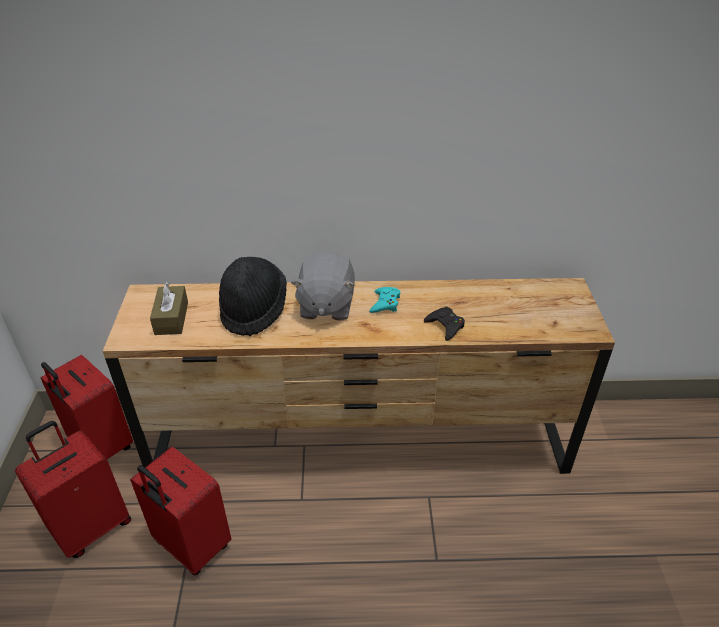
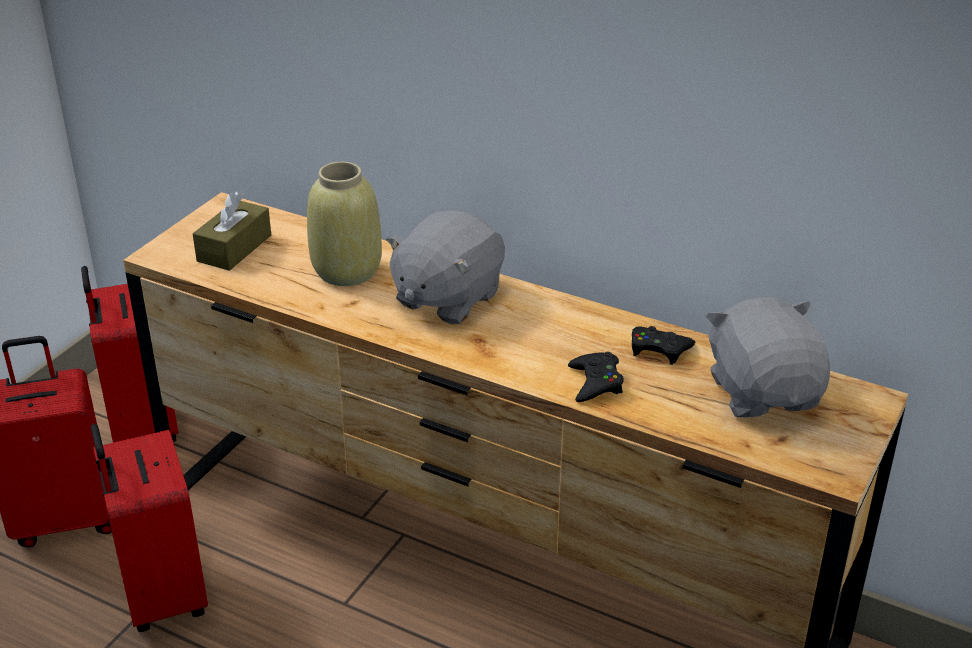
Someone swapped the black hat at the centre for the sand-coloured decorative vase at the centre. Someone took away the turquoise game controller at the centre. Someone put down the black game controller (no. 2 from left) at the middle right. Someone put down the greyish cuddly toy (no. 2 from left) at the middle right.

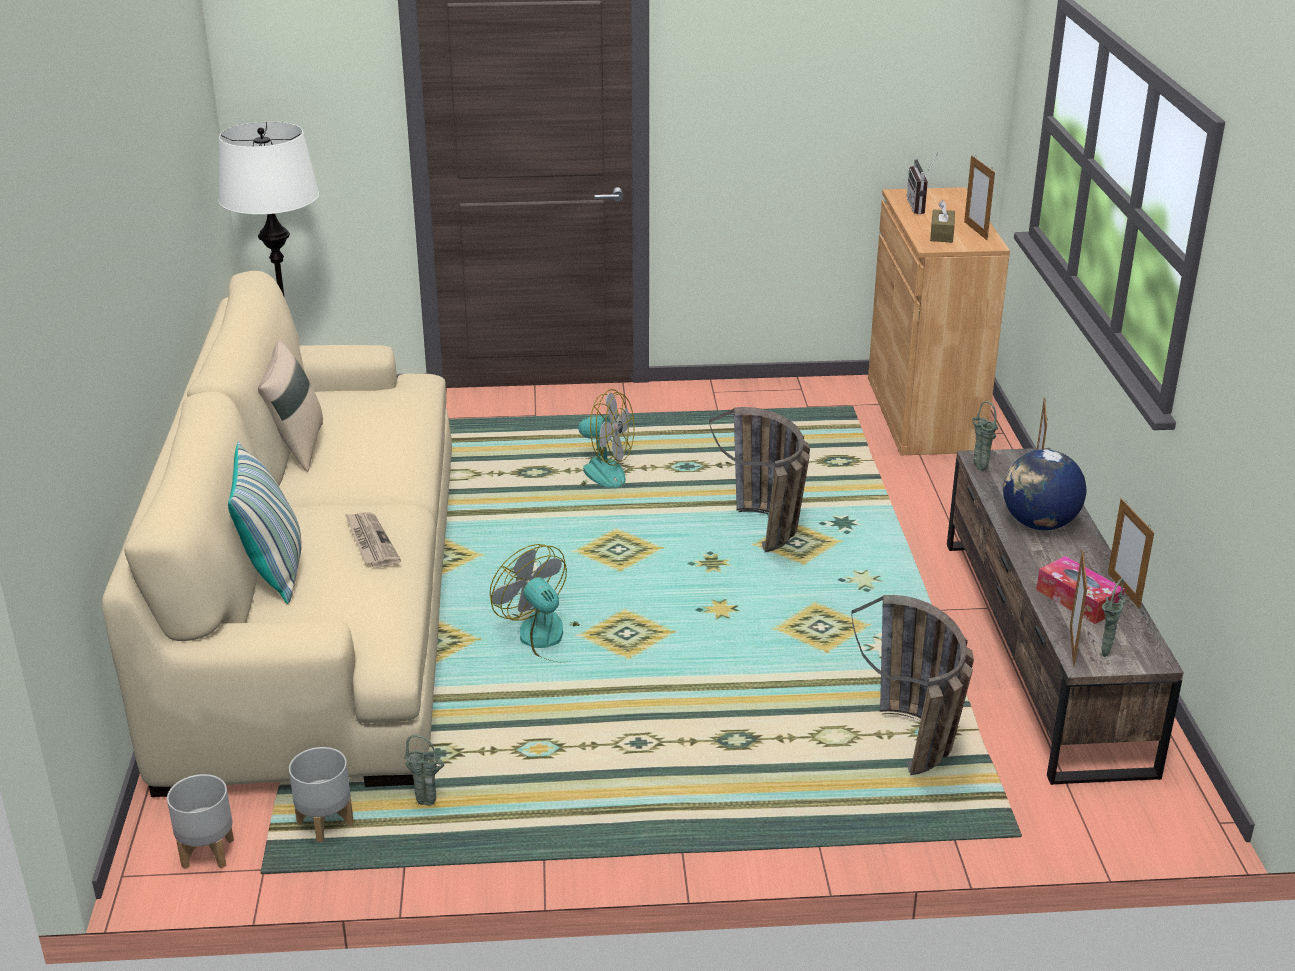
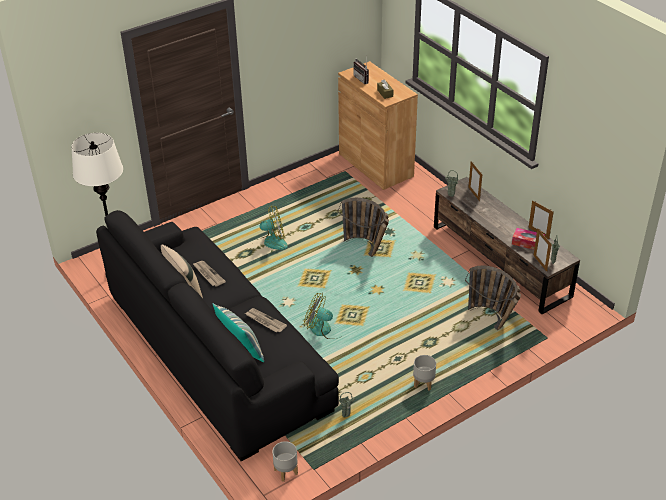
Someone repainted the sand-coloured settee at the middle left, which became the black settee at the bottom left. Someone carried the greyish planter (no. 2 from left) from the bottom left to the bottom centre. Someone took away the photo frame (no. 1 from left) at the top right. Someone took away the globe at the middle right. Someone put down the newspaper (no. 1 from left) at the middle left.

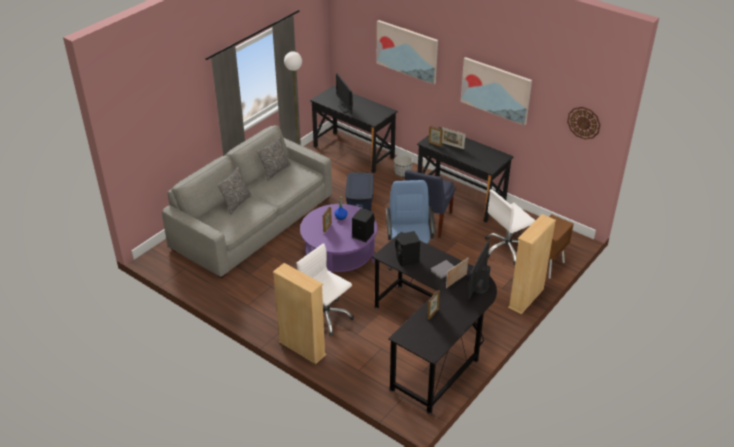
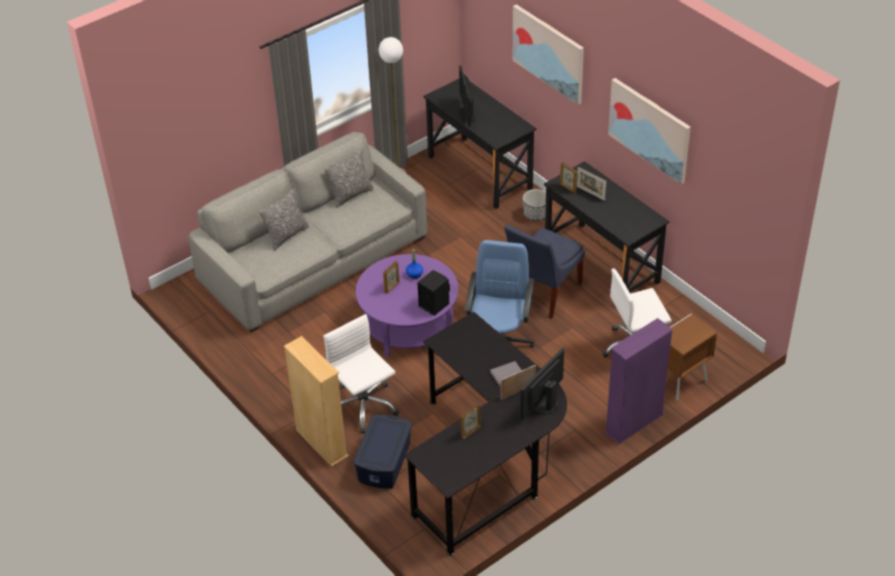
Someone carried the bluish storage container from the centre to the bottom centre. Someone took away the black loudspeaker (no. 2 from left) at the centre. Someone repainted the sand-coloured bookshelf (no. 2 from left) at the middle right, which became the purplish bookshelf at the middle right. Someone took away the hanging clock at the top right.

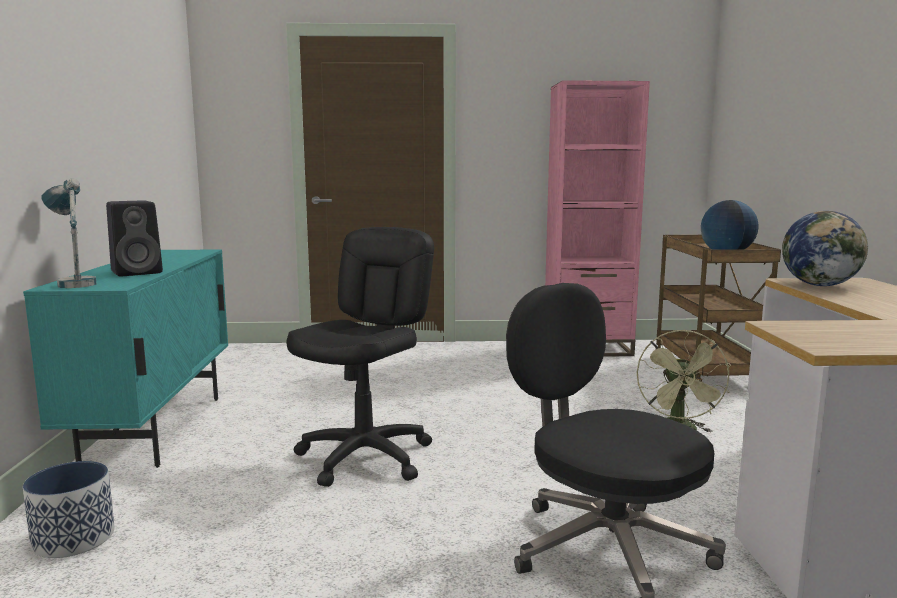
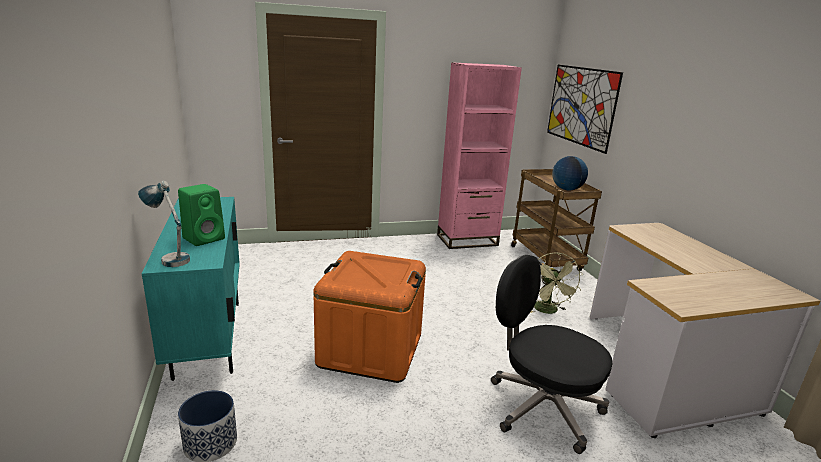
Someone repainted the black loudspeaker at the middle left, which became the greenish loudspeaker at the middle left. Someone swapped the black desk chair (no. 1 from left) at the centre for the orangey storage container at the bottom centre. Someone took away the globe (no. 2 from left) at the middle right. Someone put up the picture at the top right.

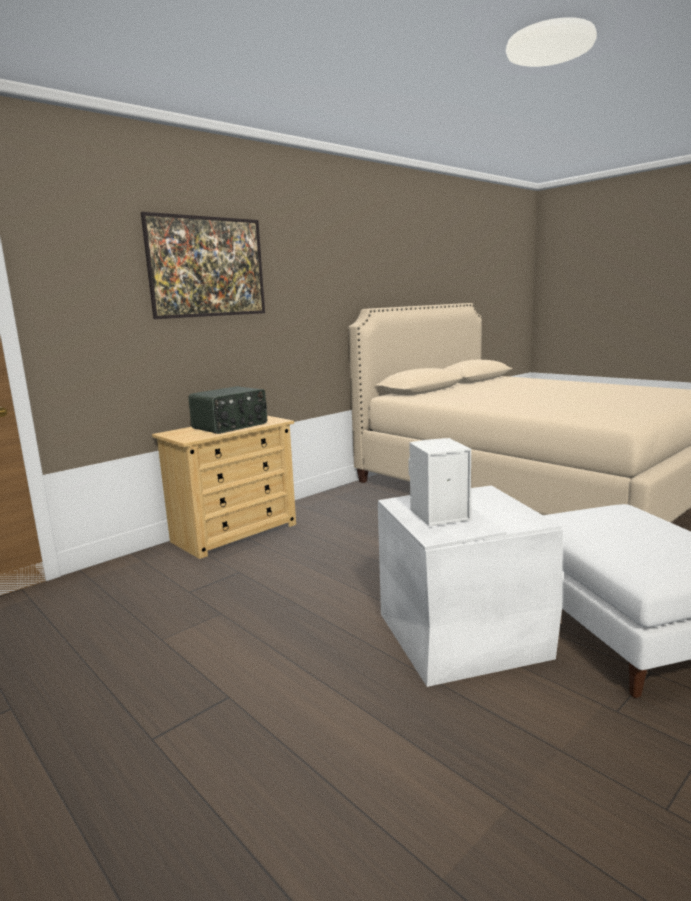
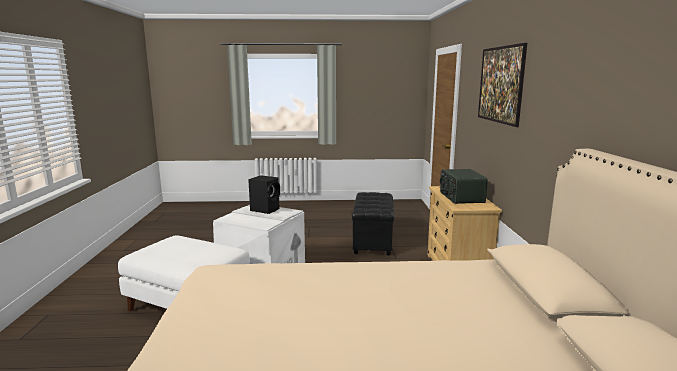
Someone repainted the whitish loudspeaker at the centre, which became the black loudspeaker at the centre. Someone put down the black ottoman at the centre.

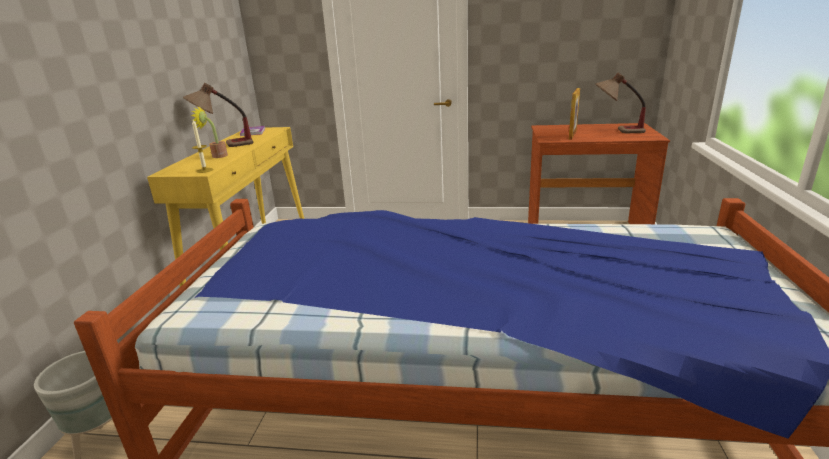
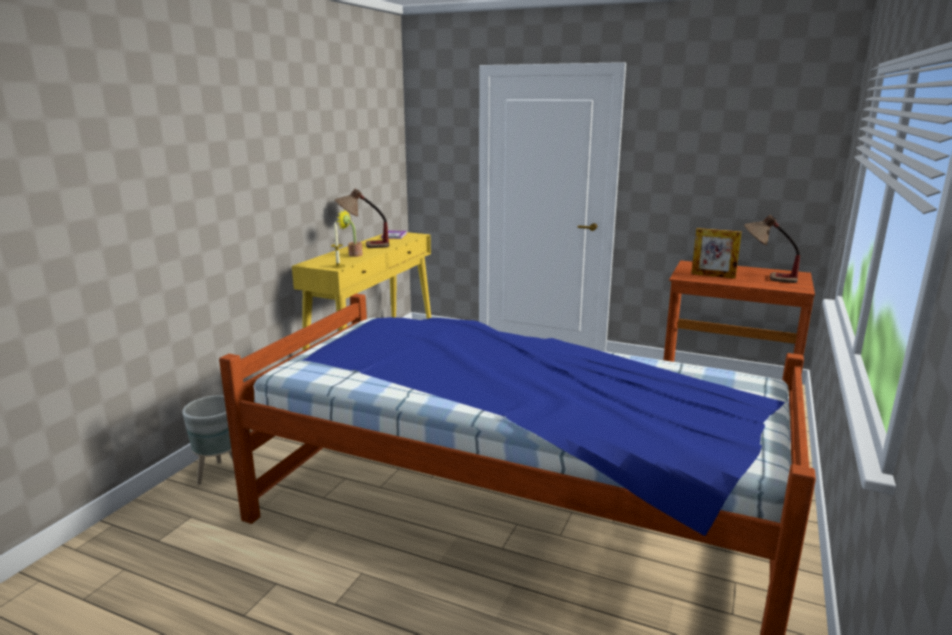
Someone rotated the photo frame at the top right by 75 degrees clockwise.

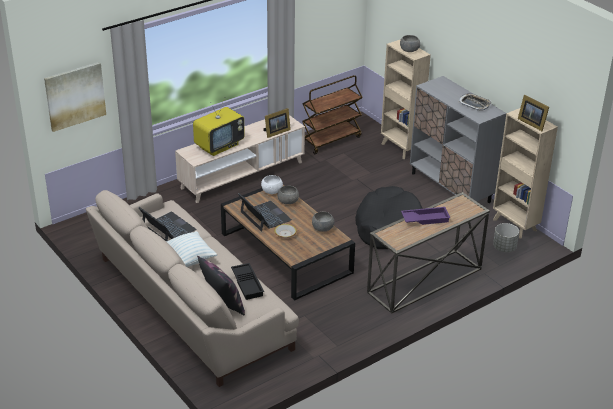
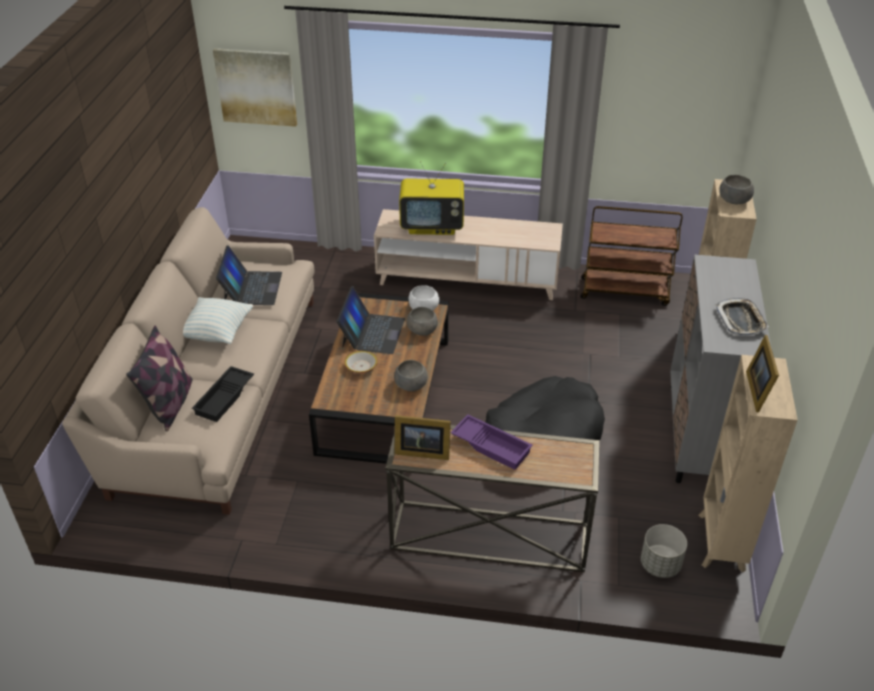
Someone carried the photo frame (no. 1 from left) from the top centre to the centre.

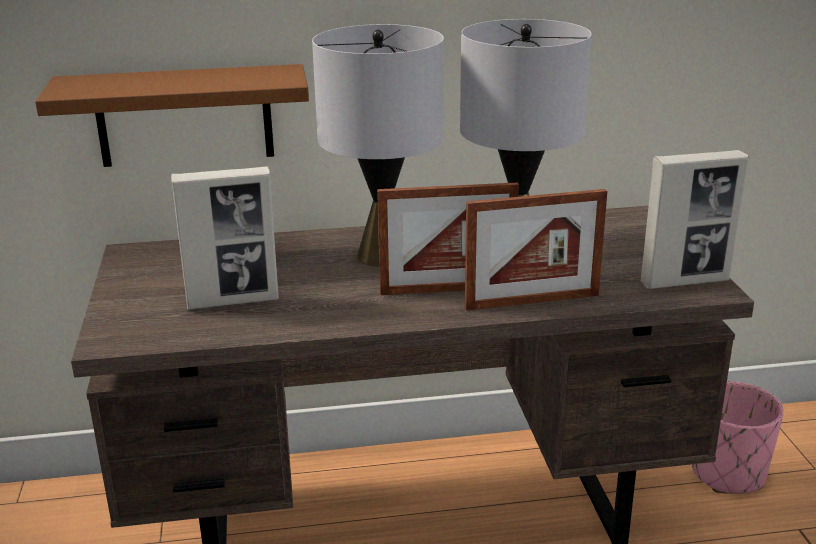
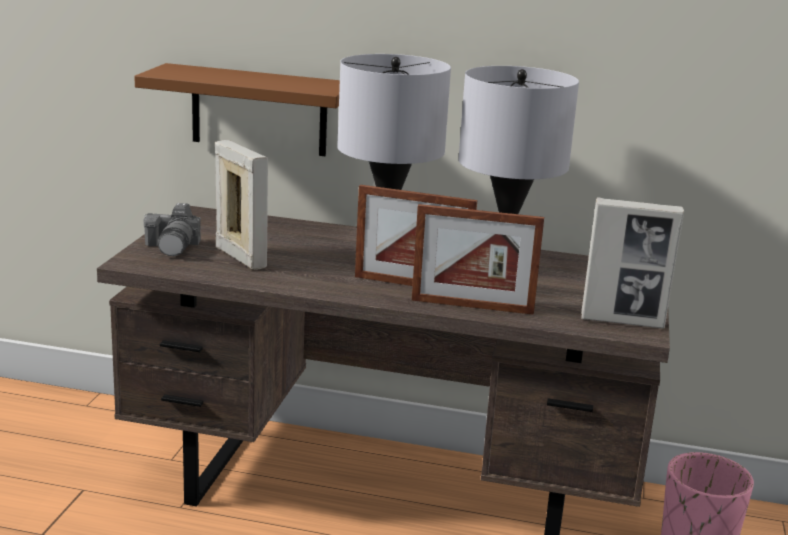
Someone rotated the photo frame (no. 1 from left) at the middle left by 135 degrees counterclockwise. Someone put down the photo camera at the middle left.

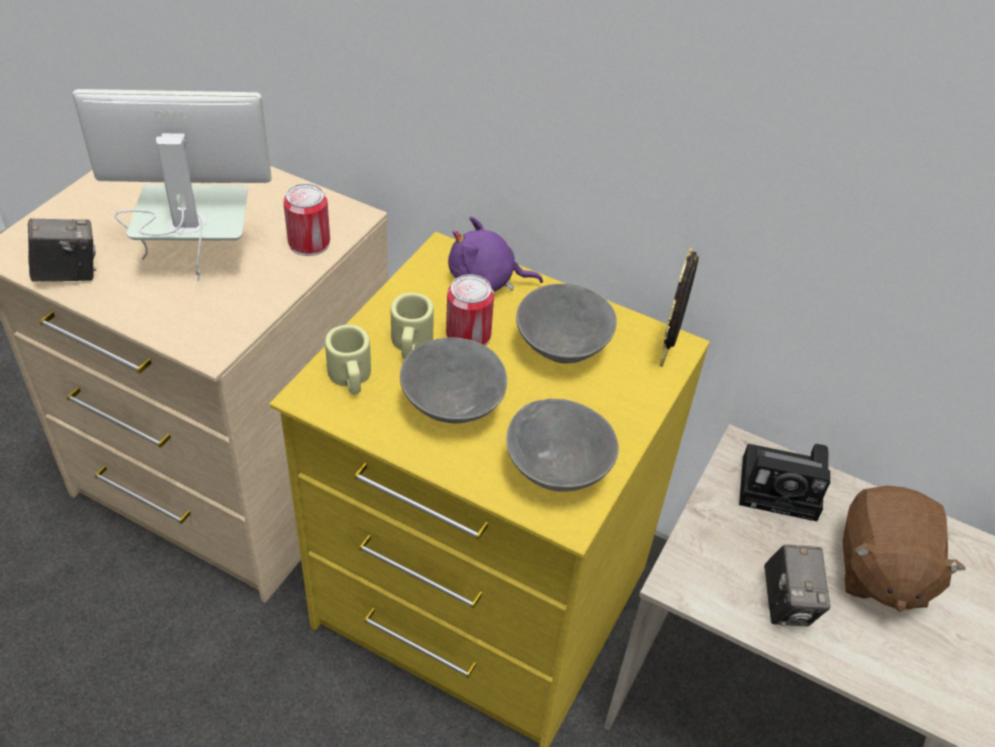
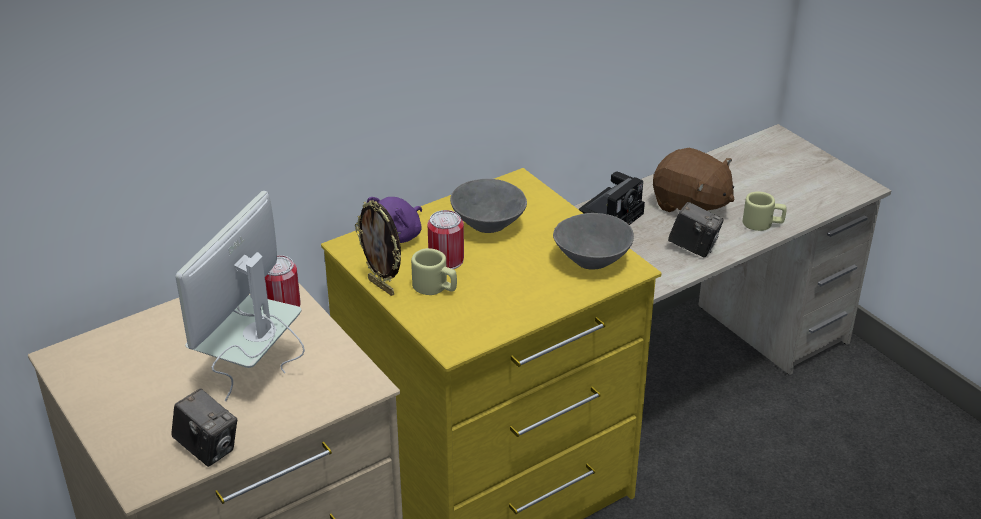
Someone rotated the photo camera (no. 1 from left) at the middle left by 120 degrees clockwise. Someone carried the sand-coloured tea mug (no. 1 from left in the first image) from the centre to the middle right. Someone took away the greyish deep dish (no. 1 from left) at the centre. Someone carried the photo frame from the middle right to the centre.

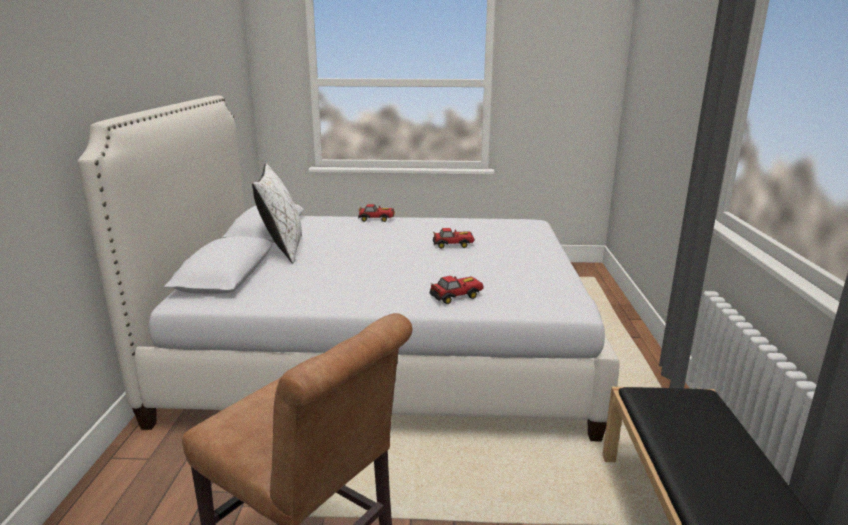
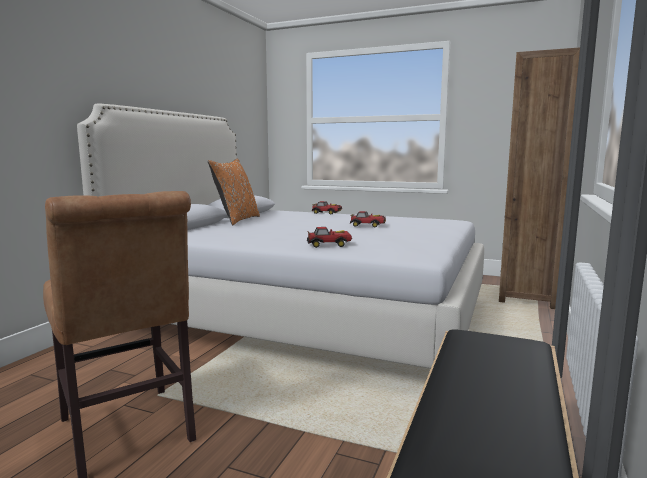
Someone repainted the whitish cushion at the middle left, which became the orangey cushion at the centre. Someone put down the brownish bookshelf at the middle right.

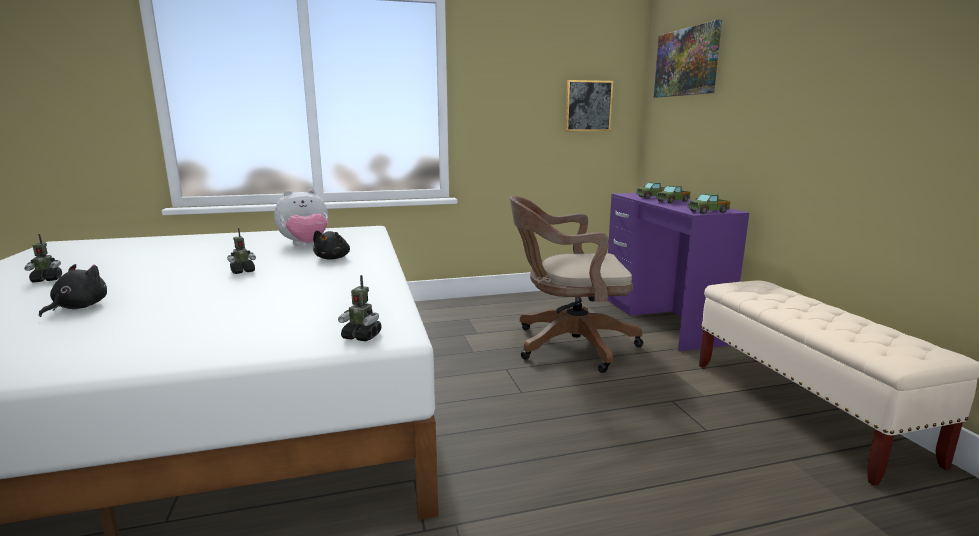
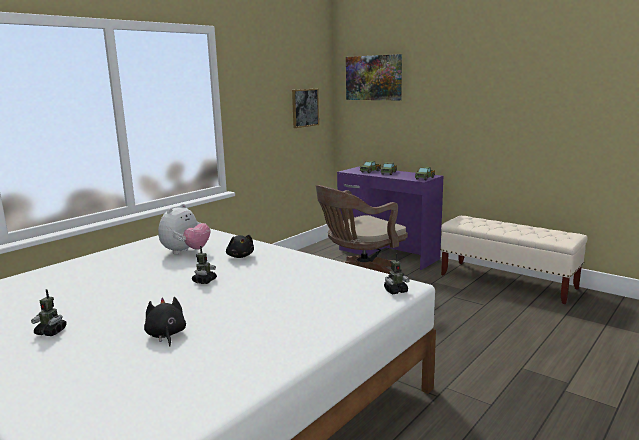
Someone rotated the model robot (no. 1 from left) at the middle left by 75 degrees clockwise.

